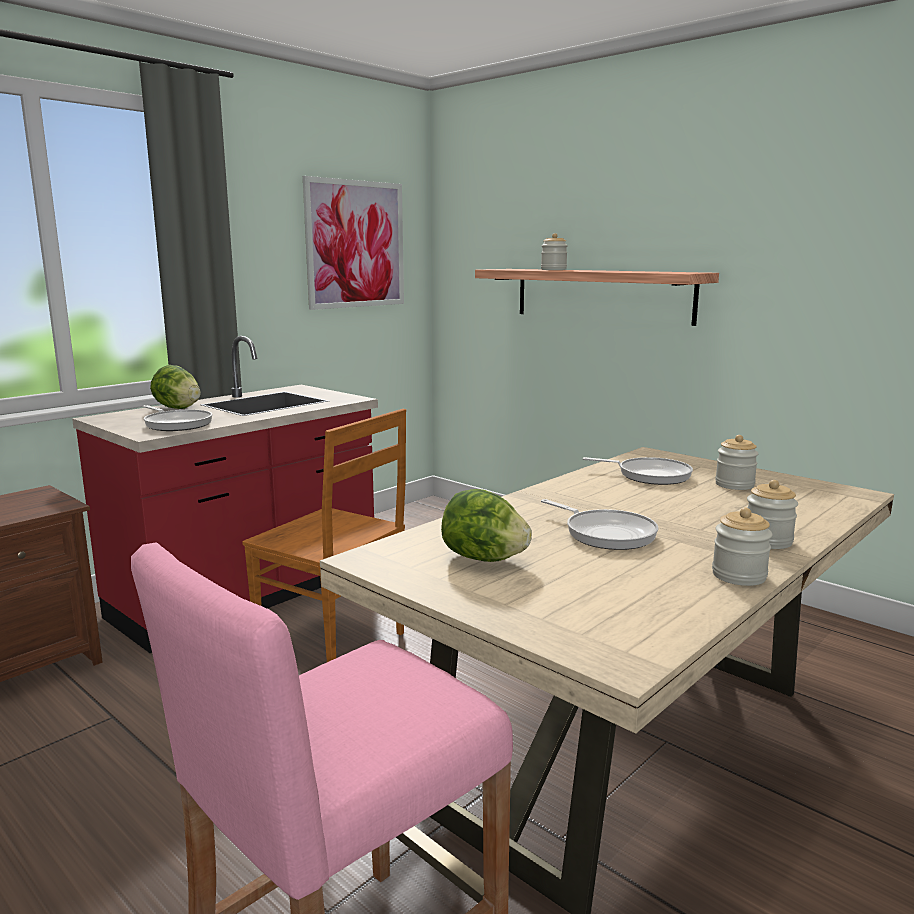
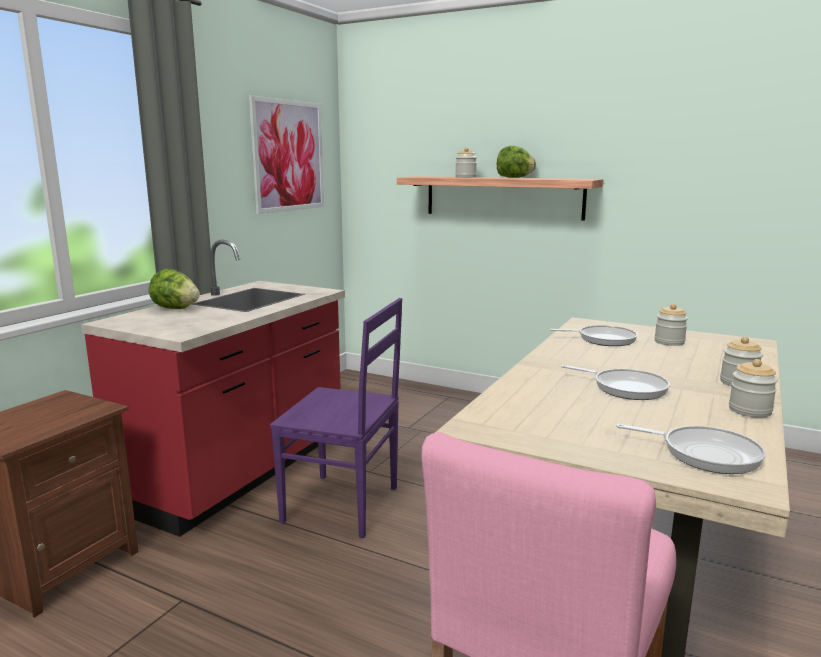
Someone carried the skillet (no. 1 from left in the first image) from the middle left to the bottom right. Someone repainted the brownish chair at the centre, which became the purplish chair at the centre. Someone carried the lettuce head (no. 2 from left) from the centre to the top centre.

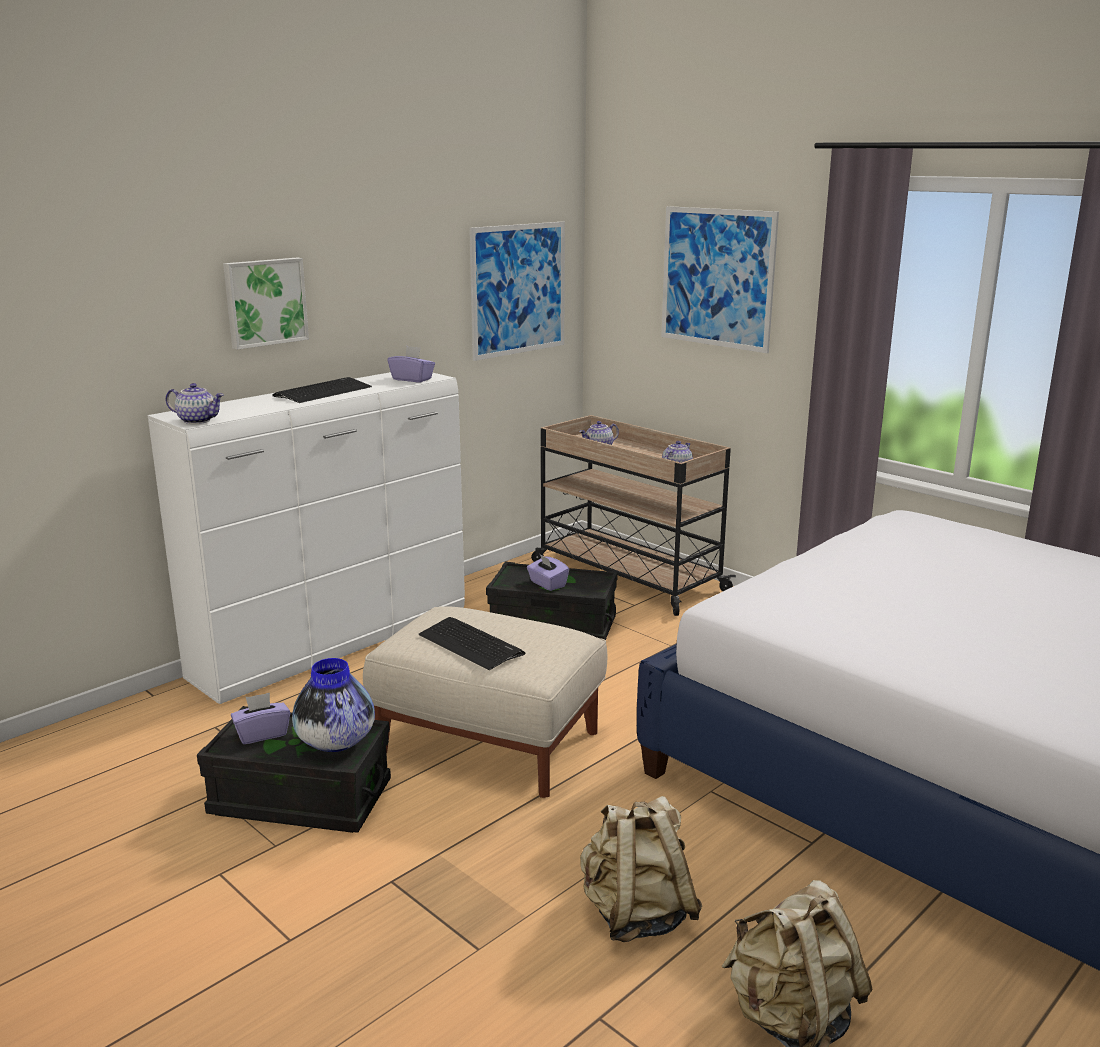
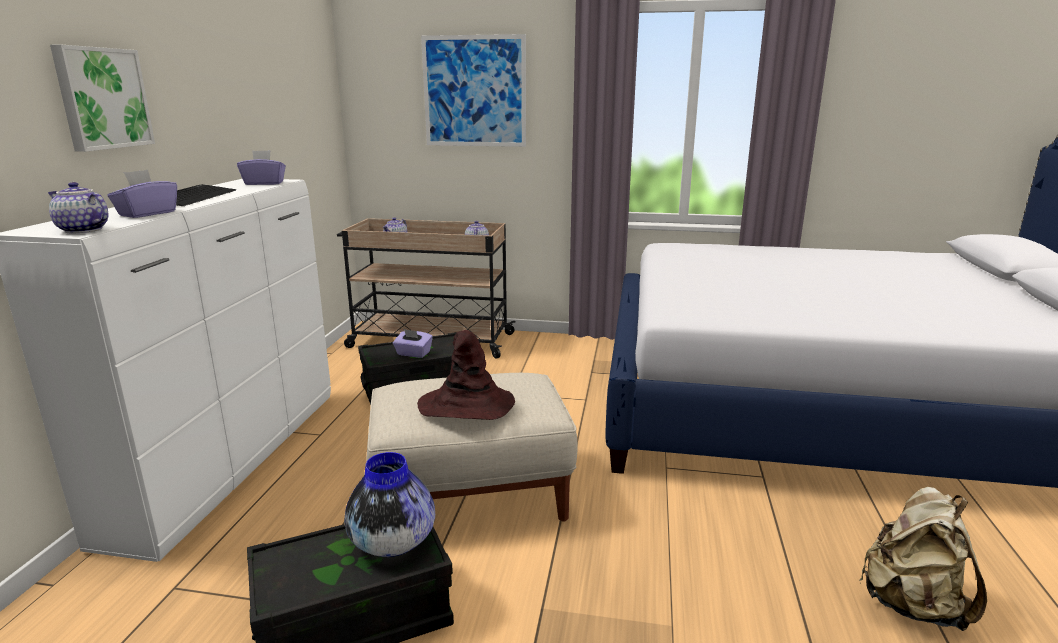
Someone rotated the tea pot (no. 1 from left) at the middle left by 135 degrees counterclockwise. Someone carried the purplish tissue holder (no. 1 from left) from the bottom left to the top left. Someone swapped the computer keyboard (no. 2 from left) at the centre for the brownish hat at the centre. Someone took away the picture (no. 2 from left) at the top centre. Someone took away the sand-coloured rucksack (no. 1 from left) at the bottom centre.

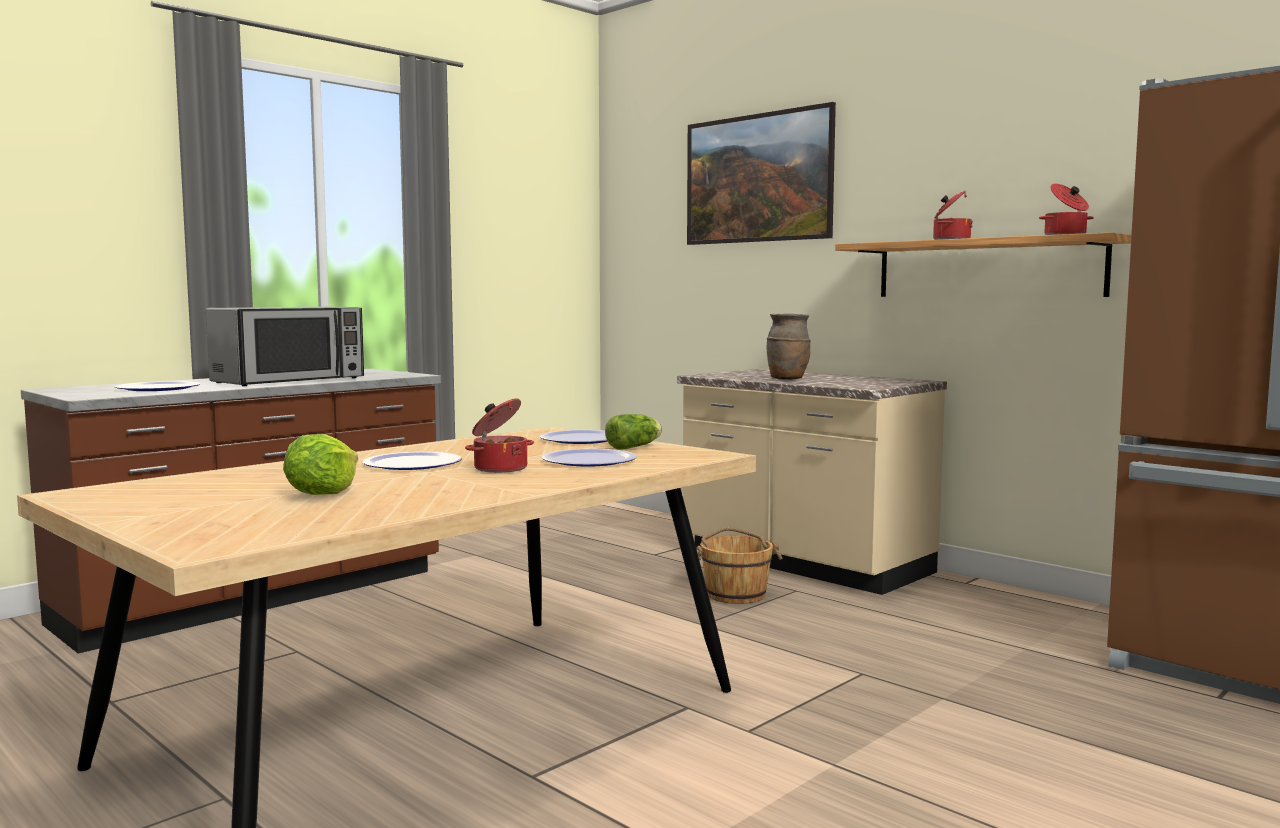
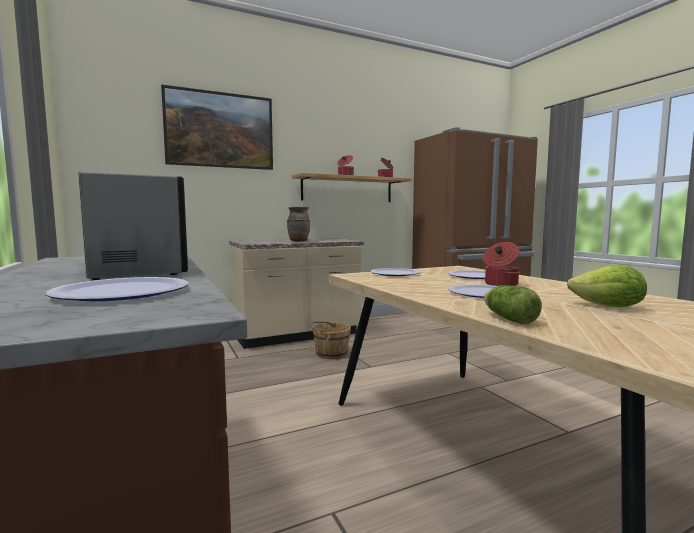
Someone carried the lettuce head (no. 2 from left in the first image) from the centre to the middle right.

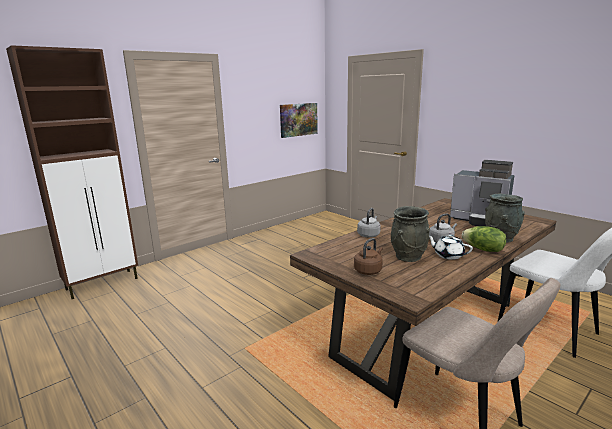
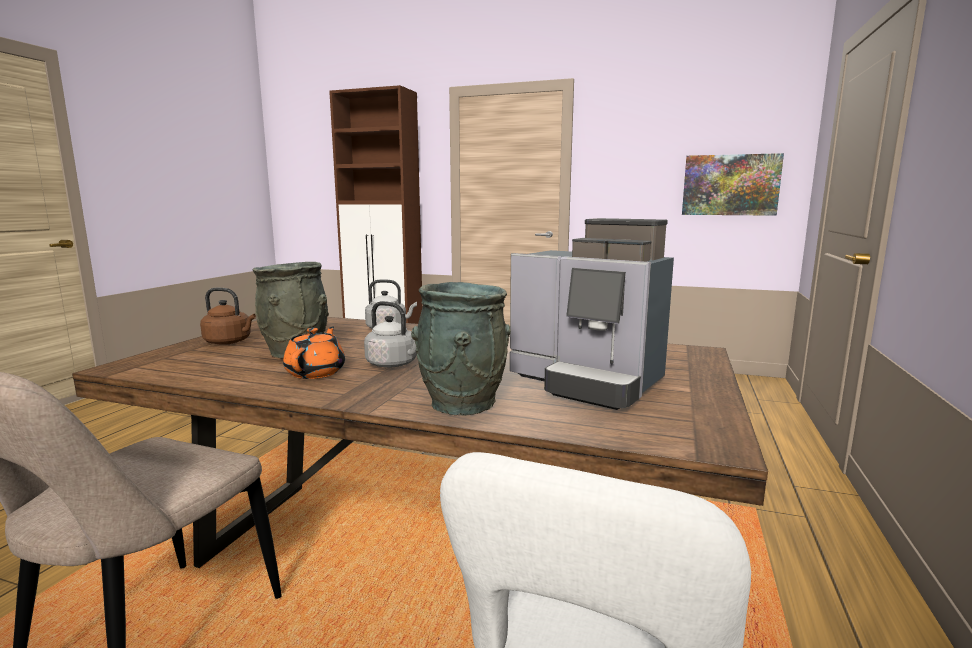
Someone repainted the whitish tea pot at the middle right, which became the orangey tea pot at the middle left. Someone rotated the coffee brewer at the middle right by 60 degrees counterclockwise. Someone took away the lettuce head at the middle right.

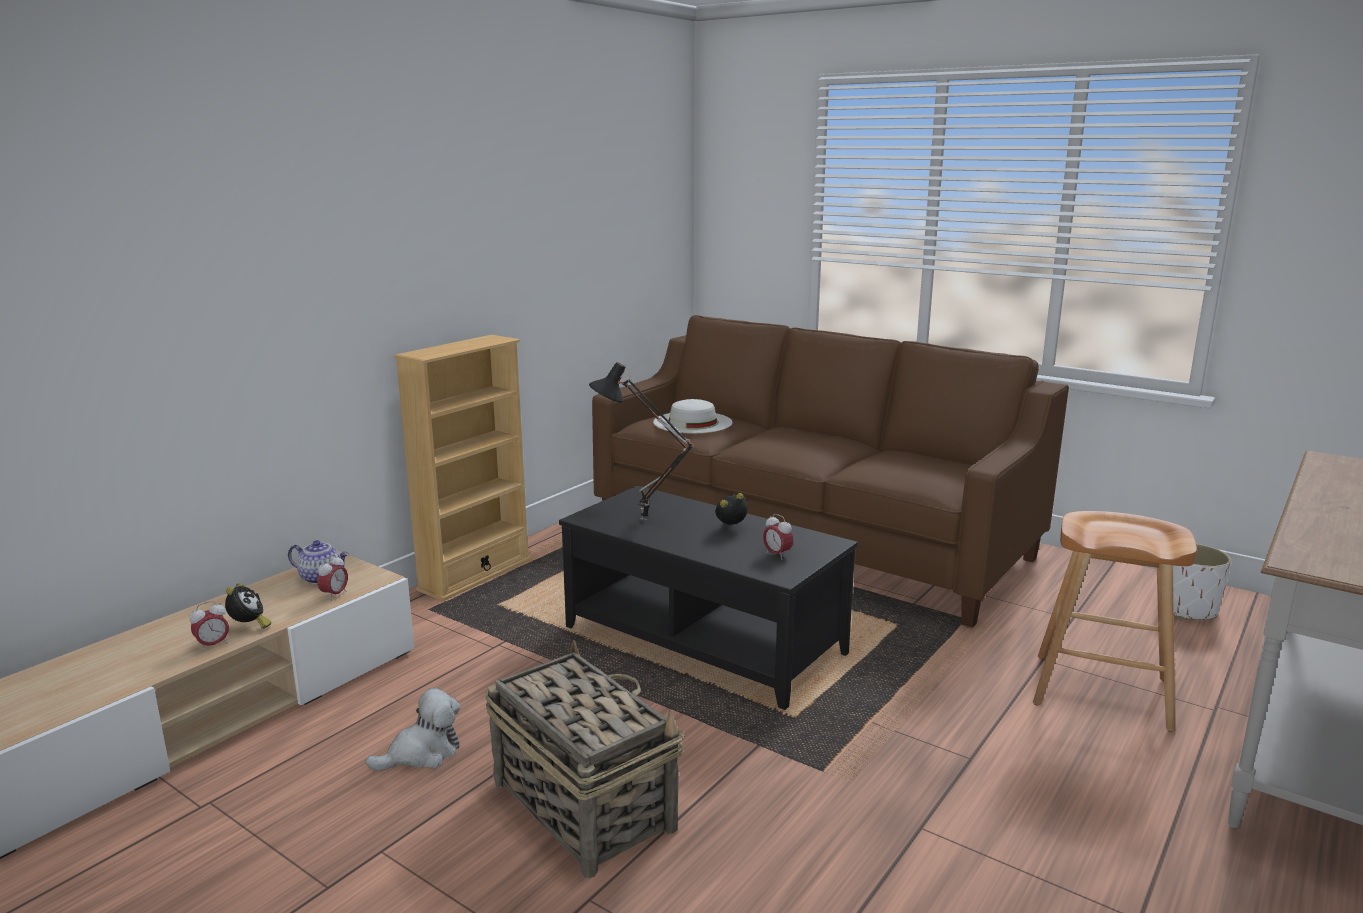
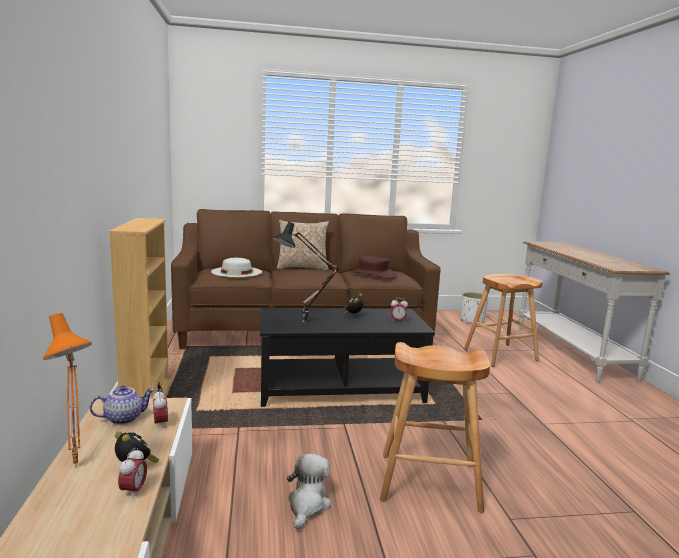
Someone swapped the storage basket at the bottom centre for the brownish sitting stool (no. 1 from left) at the bottom centre. Someone put down the orangey lamp for a table at the bottom left. Someone put down the cushion at the centre. Someone put down the brownish hat at the centre.

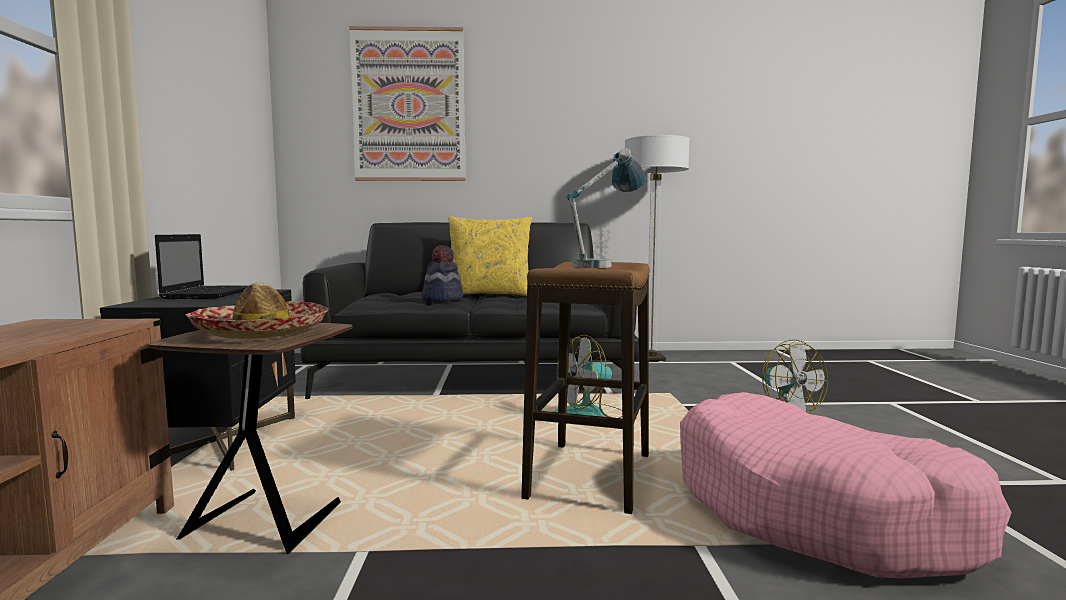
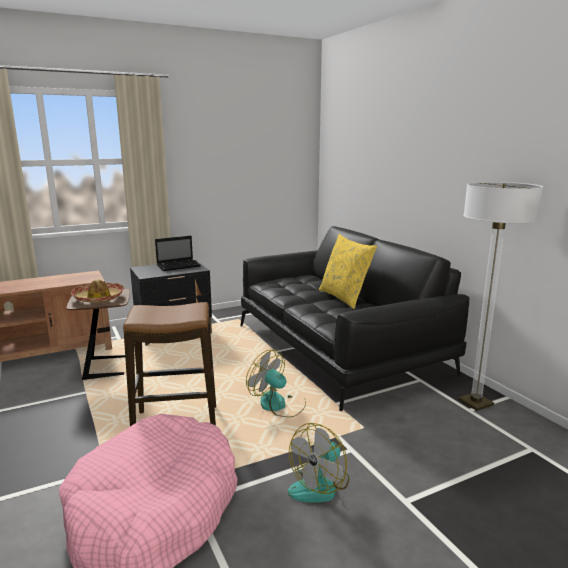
Someone took away the picture at the top centre. Someone took away the hat (no. 2 from left) at the centre. Someone took away the lamp for a table at the centre.

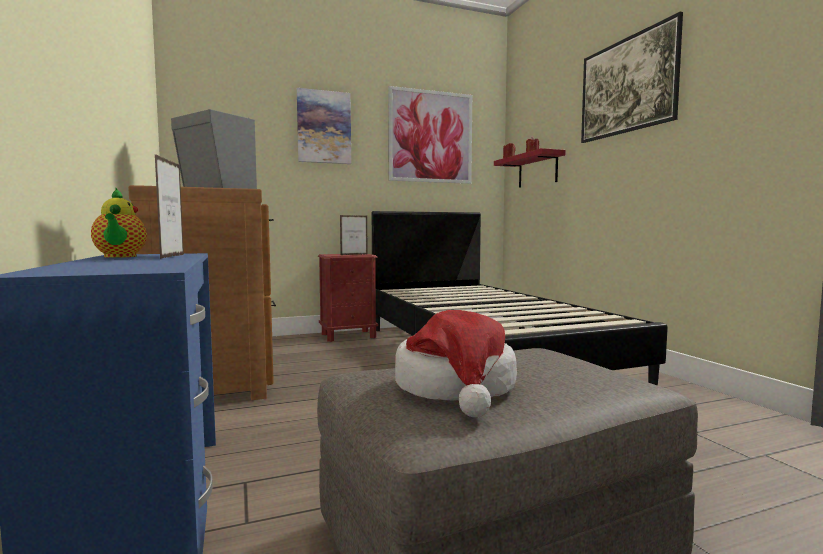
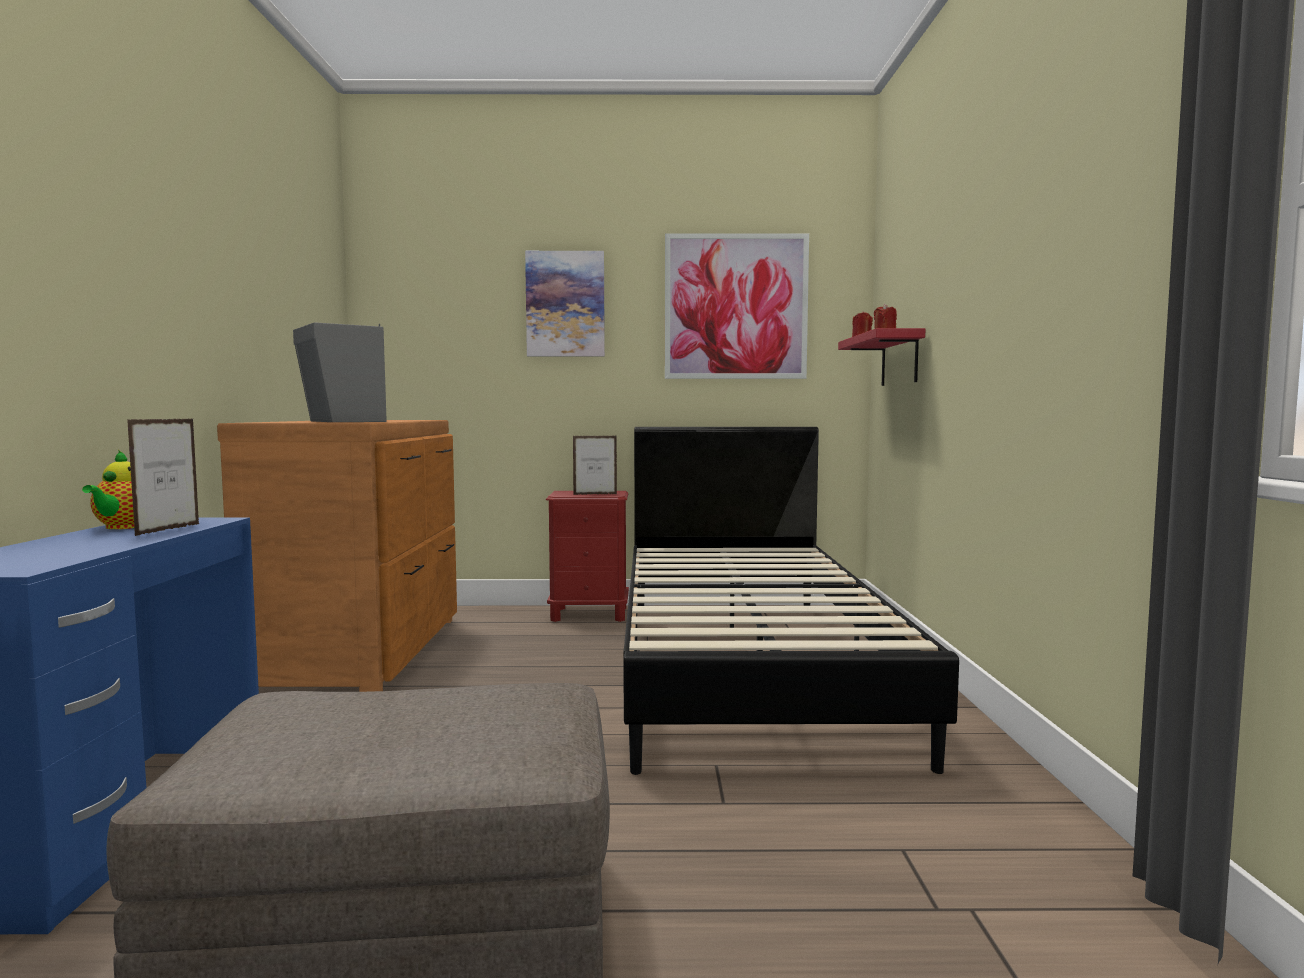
Someone took away the hat at the centre. Someone took away the picture (no. 3 from left) at the top right.

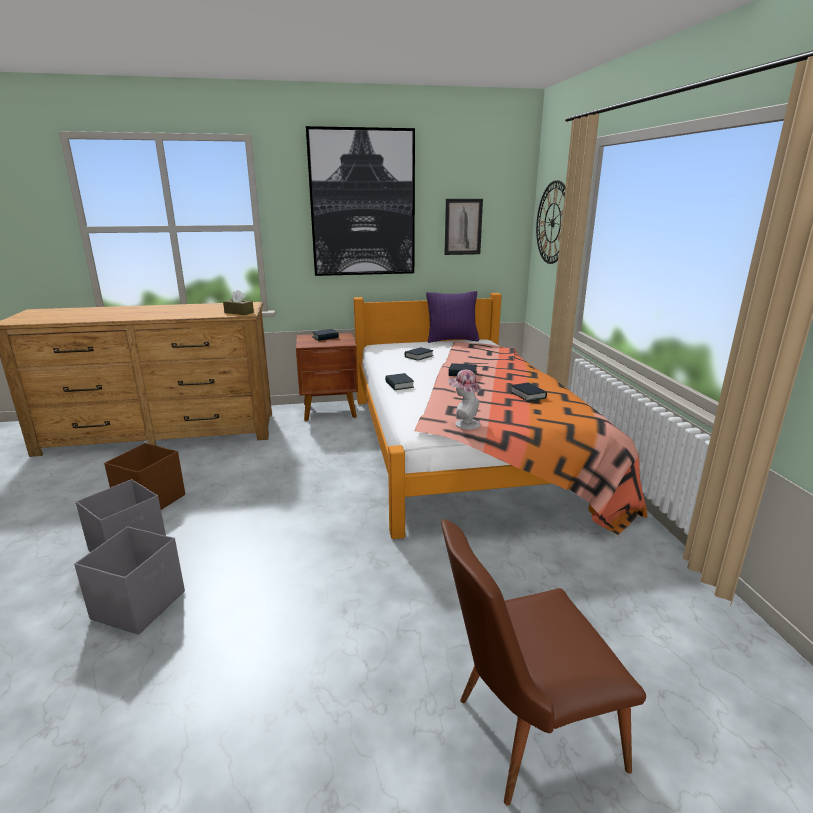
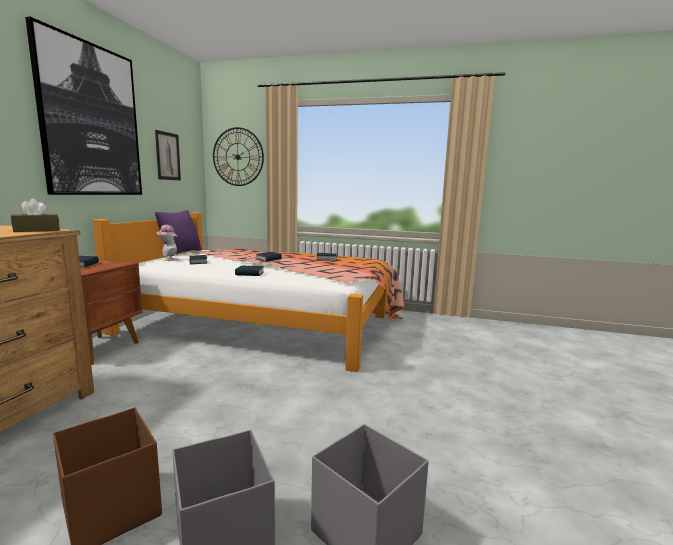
Someone took away the brownish chair at the bottom right. Someone carried the hat from the centre to the middle left.

